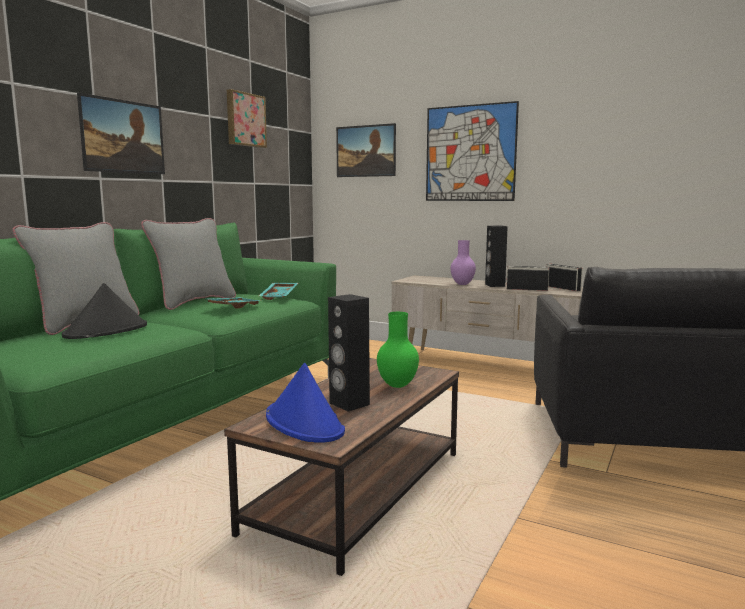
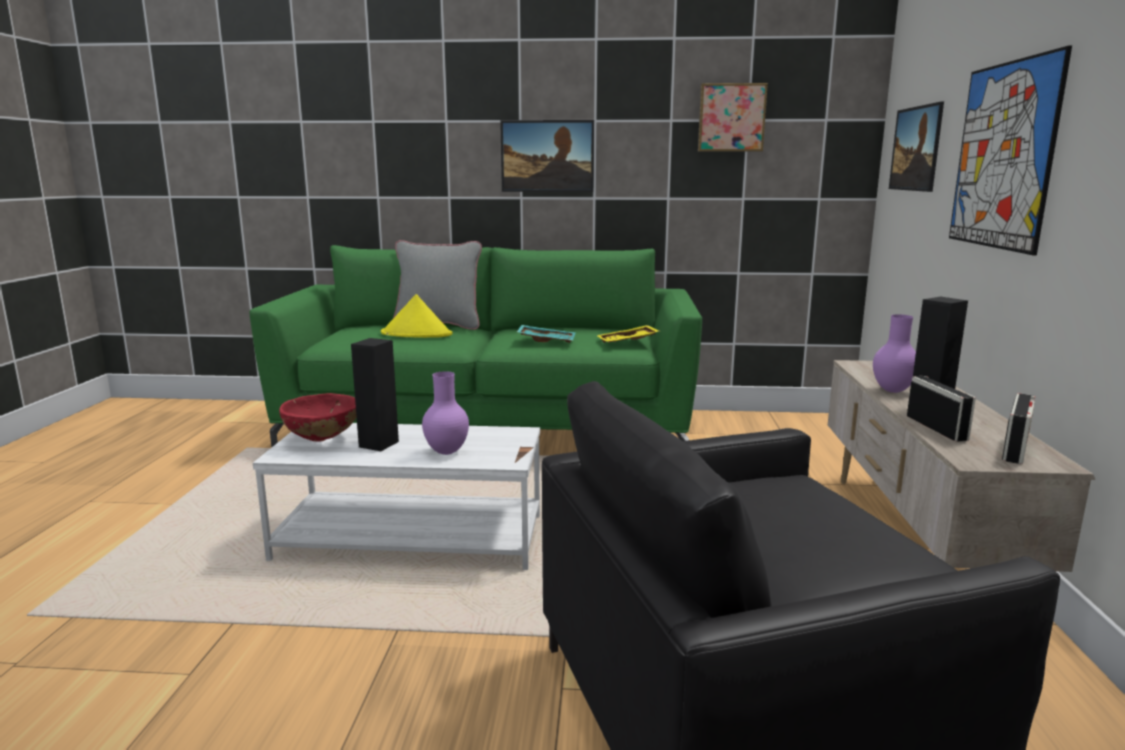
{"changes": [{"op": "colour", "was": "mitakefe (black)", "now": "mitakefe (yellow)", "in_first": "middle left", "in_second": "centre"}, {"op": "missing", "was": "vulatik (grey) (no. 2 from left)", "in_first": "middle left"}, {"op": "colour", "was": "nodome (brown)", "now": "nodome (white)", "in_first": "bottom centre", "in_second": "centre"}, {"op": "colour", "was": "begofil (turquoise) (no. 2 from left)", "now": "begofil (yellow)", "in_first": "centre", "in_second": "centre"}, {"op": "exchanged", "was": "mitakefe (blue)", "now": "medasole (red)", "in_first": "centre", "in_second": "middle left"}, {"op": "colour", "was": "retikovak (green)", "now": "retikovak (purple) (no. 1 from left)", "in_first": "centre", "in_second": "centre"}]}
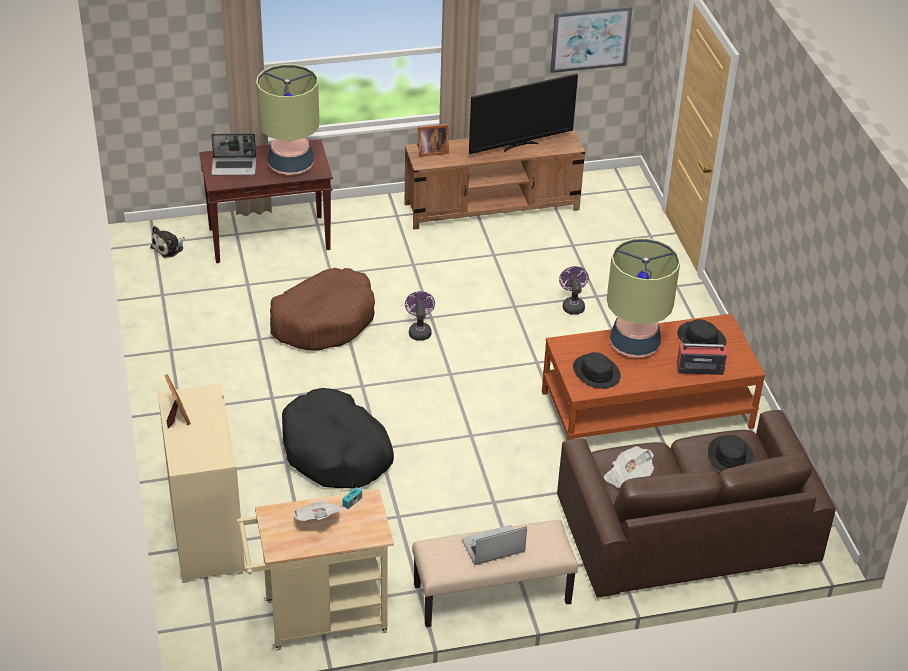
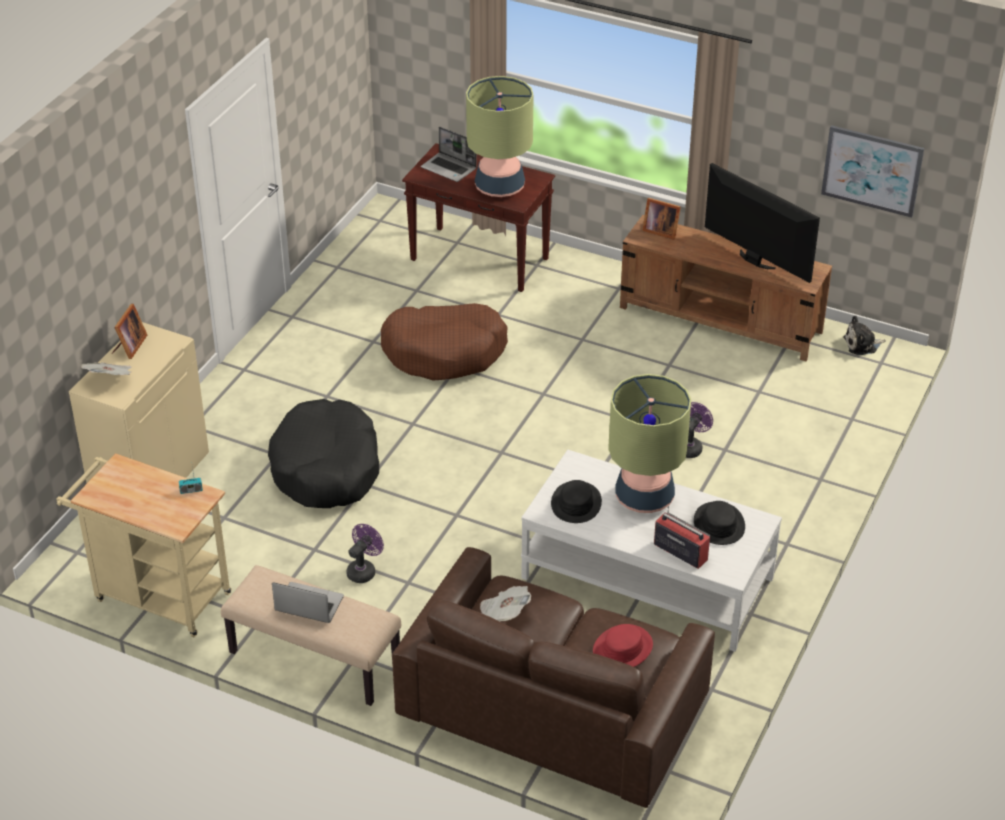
{"changes": [{"op": "relocated", "was": "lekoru", "in_first": "middle left", "in_second": "middle right"}, {"op": "relocated", "was": "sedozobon (no. 1 from left)", "in_first": "bottom centre", "in_second": "middle left"}, {"op": "relocated", "was": "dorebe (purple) (no. 1 from left)", "in_first": "centre", "in_second": "bottom centre"}, {"op": "spun", "was": "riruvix", "in_first": "top centre", "in_second": "top right", "clockwise": -150}, {"op": "colour", "was": "nodome (brown)", "now": "nodome (white)", "in_first": "middle right", "in_second": "bottom centre"}, {"op": "colour", "was": "mitakefe (black) (no. 3 from left)", "now": "mitakefe (red)", "in_first": "bottom right", "in_second": "bottom centre"}]}
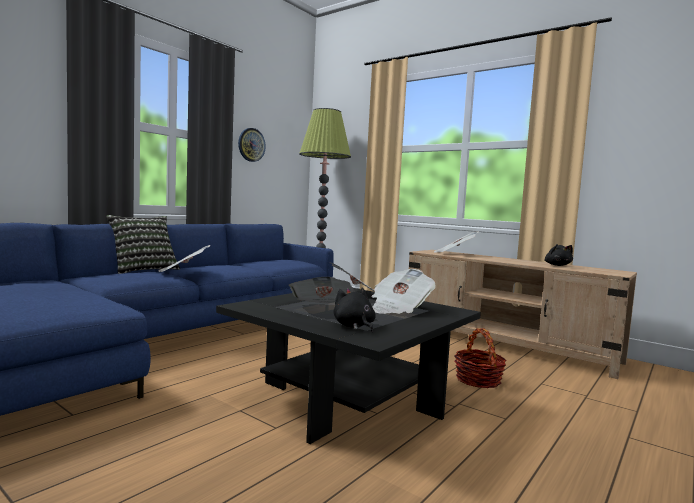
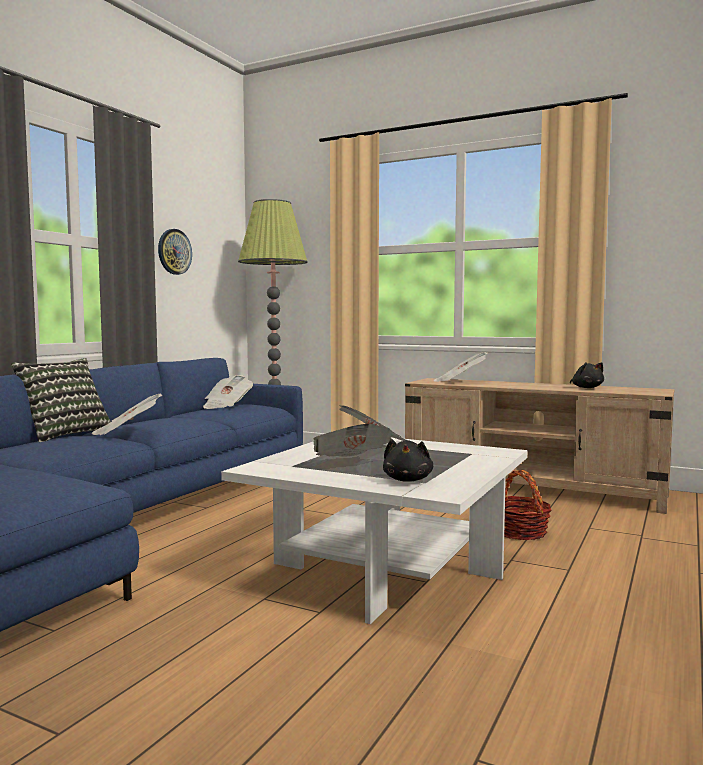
{"changes": [{"op": "colour", "was": "nodome (black)", "now": "nodome (white)", "in_first": "bottom centre", "in_second": "bottom centre"}, {"op": "spun", "was": "lekoru (black) (no. 1 from left)", "in_first": "centre", "in_second": "centre", "clockwise": -135}, {"op": "relocated", "was": "sedozobon (no. 4 from left in the first image)", "now": "sedozobon (no. 2 from left)", "in_first": "centre", "in_second": "middle left"}]}
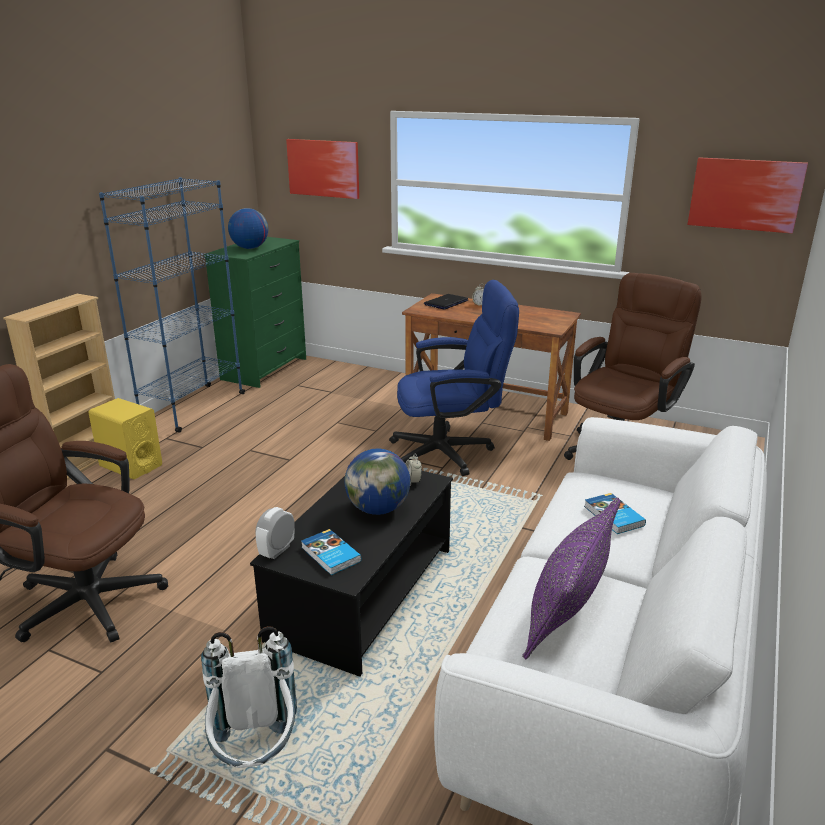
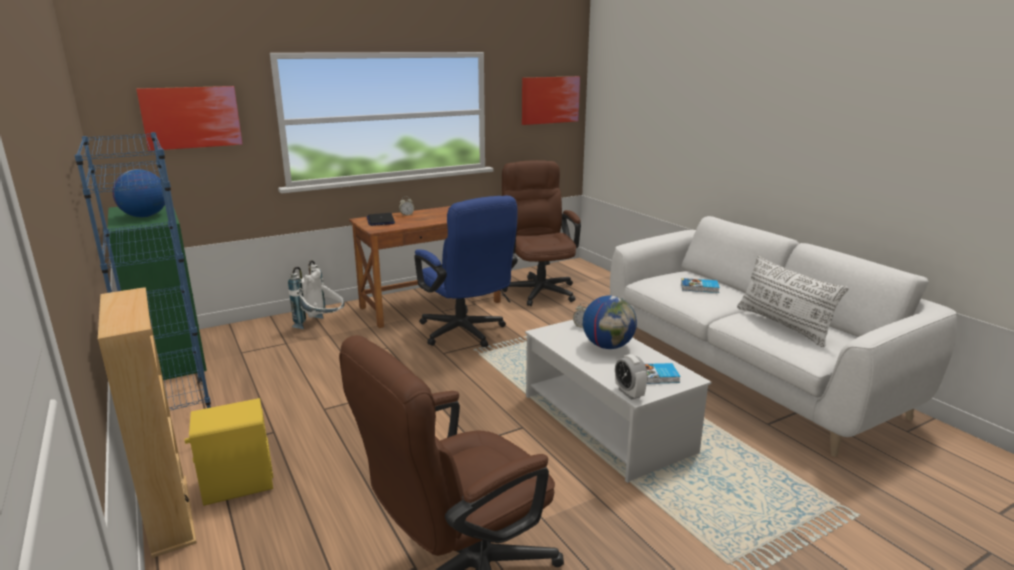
{"changes": [{"op": "relocated", "was": "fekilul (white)", "in_first": "bottom left", "in_second": "middle left"}, {"op": "colour", "was": "nodome (black)", "now": "nodome (white)", "in_first": "bottom centre", "in_second": "bottom centre"}, {"op": "spun", "was": "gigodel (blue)", "in_first": "centre", "in_second": "centre", "clockwise": 120}, {"op": "colour", "was": "vulatik (purple)", "now": "vulatik (white)", "in_first": "bottom right", "in_second": "middle right"}]}
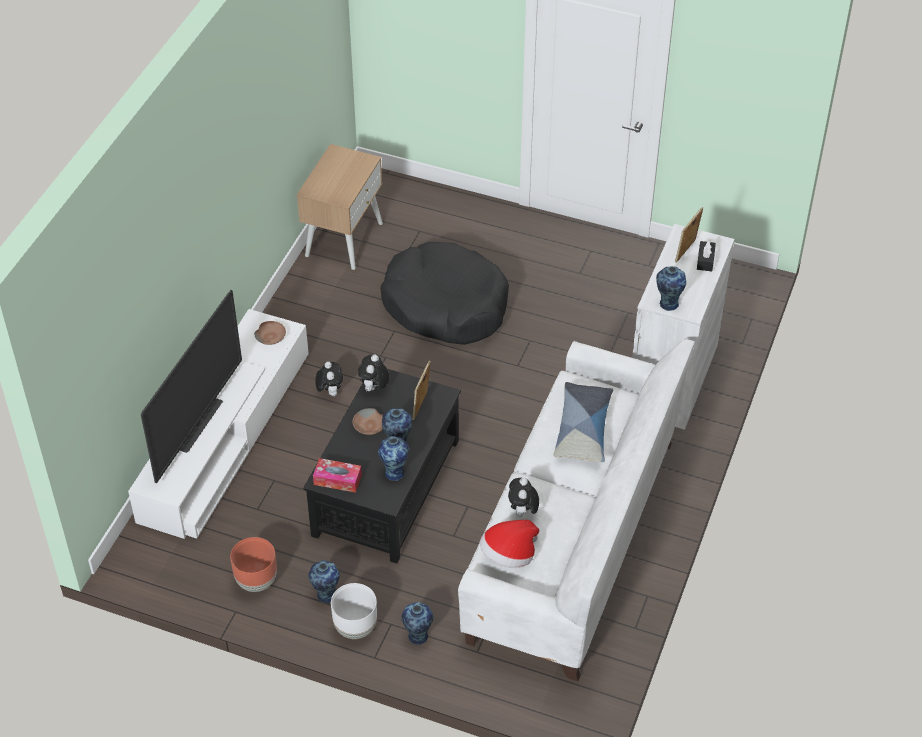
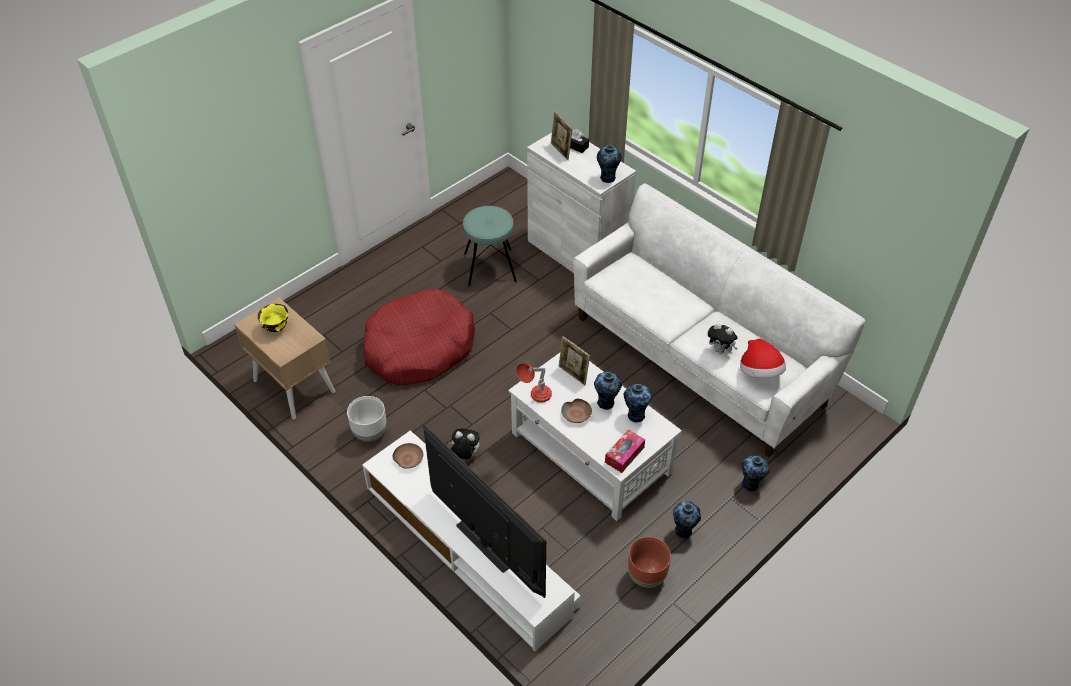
{"changes": [{"op": "colour", "was": "nodome (black)", "now": "nodome (white)", "in_first": "centre", "in_second": "centre"}, {"op": "relocated", "was": "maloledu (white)", "in_first": "bottom centre", "in_second": "centre"}, {"op": "exchanged", "was": "lekoru (no. 2 from left)", "now": "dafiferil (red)", "in_first": "centre", "in_second": "centre"}, {"op": "colour", "was": "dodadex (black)", "now": "dodadex (red)", "in_first": "centre", "in_second": "centre"}, {"op": "missing", "was": "vulatik", "in_first": "centre"}, {"op": "appeared", "now": "medasole (yellow)", "in_second": "middle left"}, {"op": "appeared", "now": "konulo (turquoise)", "in_second": "centre"}]}
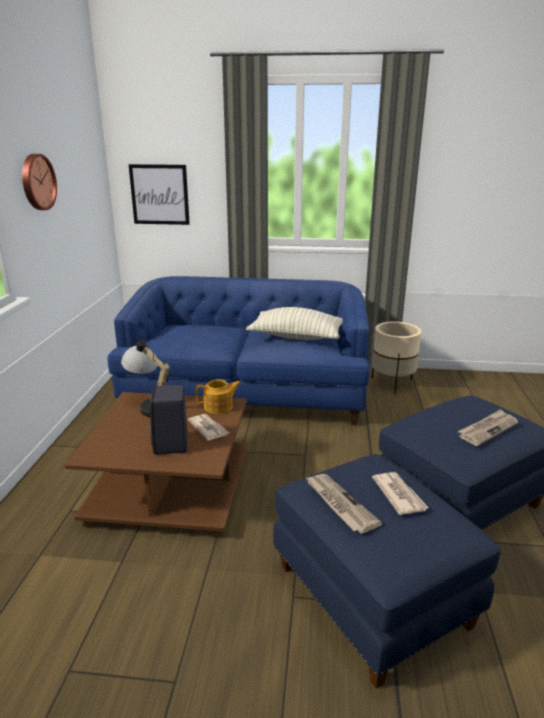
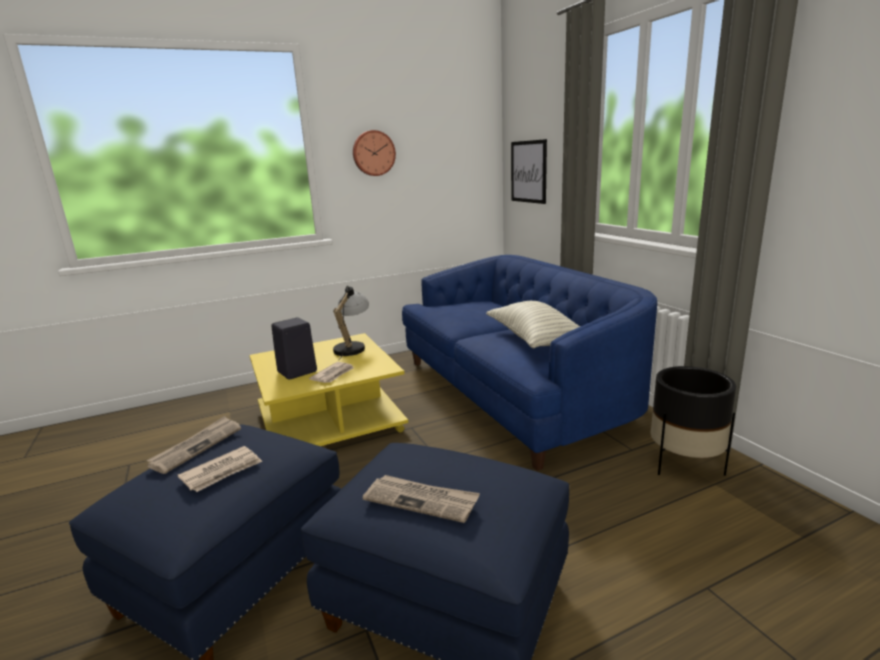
{"changes": [{"op": "colour", "was": "nodome (brown)", "now": "nodome (yellow)", "in_first": "middle left", "in_second": "centre"}, {"op": "missing", "was": "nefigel", "in_first": "centre"}, {"op": "colour", "was": "maloledu (beige)", "now": "maloledu (black)", "in_first": "middle right", "in_second": "middle right"}]}
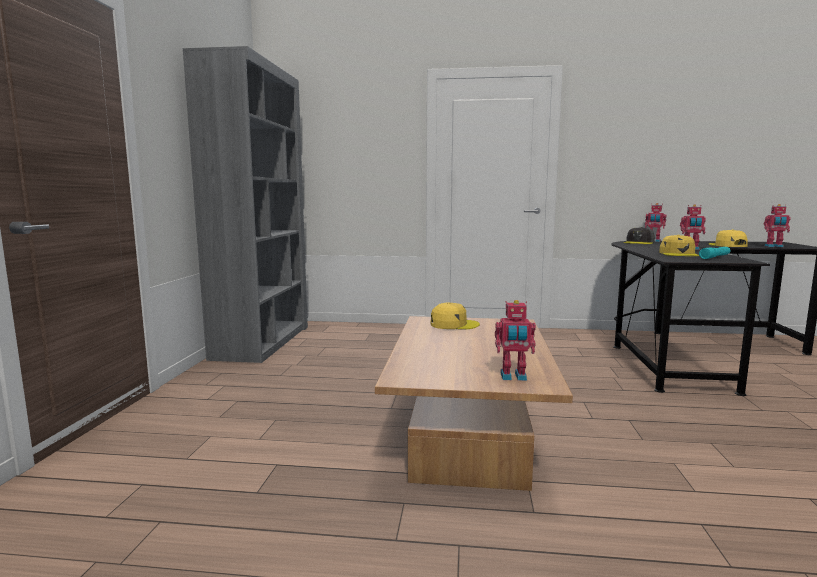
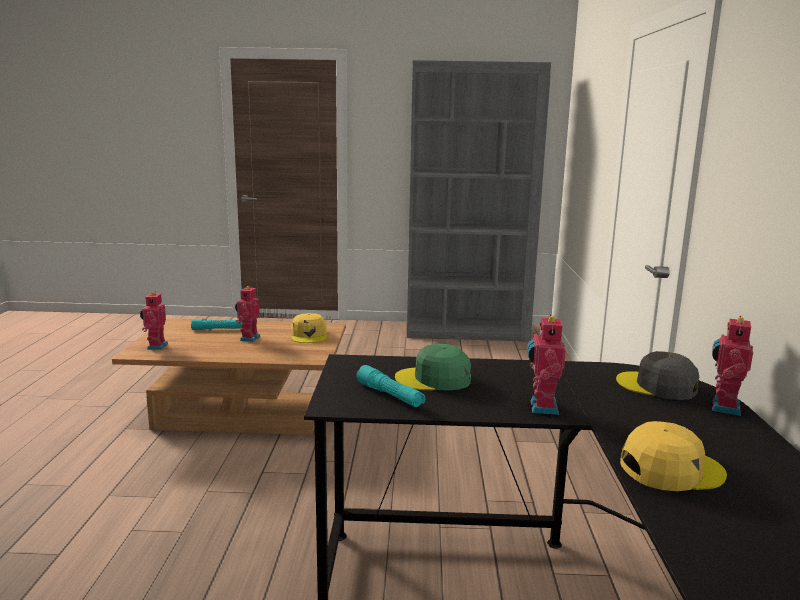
{"changes": [{"op": "colour", "was": "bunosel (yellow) (no. 2 from left)", "now": "bunosel (green)", "in_first": "middle right", "in_second": "centre"}, {"op": "relocated", "was": "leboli (no. 4 from left in the first image)", "now": "leboli (no. 2 from left)", "in_first": "middle right", "in_second": "middle left"}, {"op": "appeared", "now": "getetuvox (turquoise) (no. 1 from left)", "in_second": "middle left"}]}
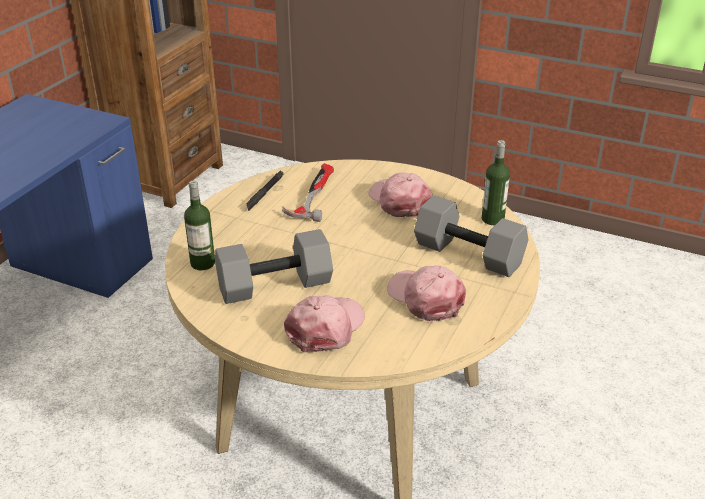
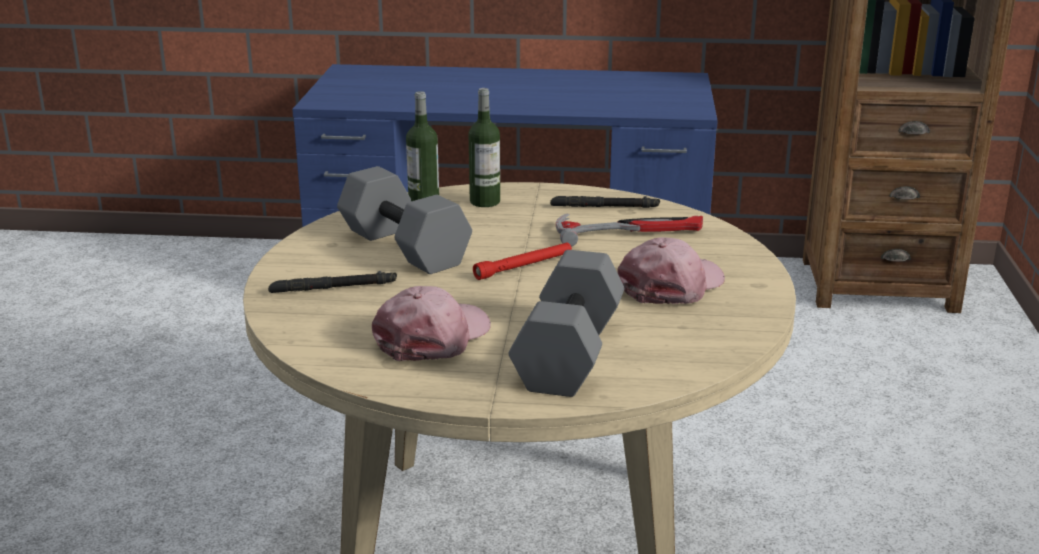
{"changes": [{"op": "exchanged", "was": "bunosel (pink) (no. 1 from left)", "now": "getetuvox (black) (no. 1 from left)", "in_first": "centre", "in_second": "middle left"}, {"op": "relocated", "was": "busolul (no. 2 from left)", "in_first": "middle right", "in_second": "top centre"}, {"op": "appeared", "now": "getetuvox (red)", "in_second": "centre"}]}
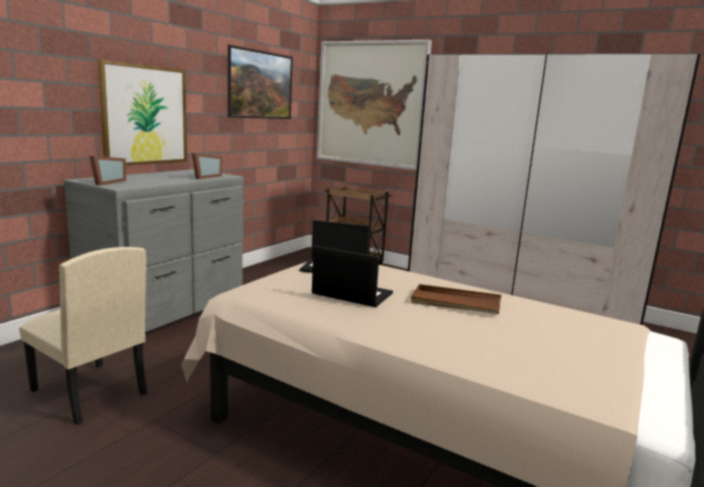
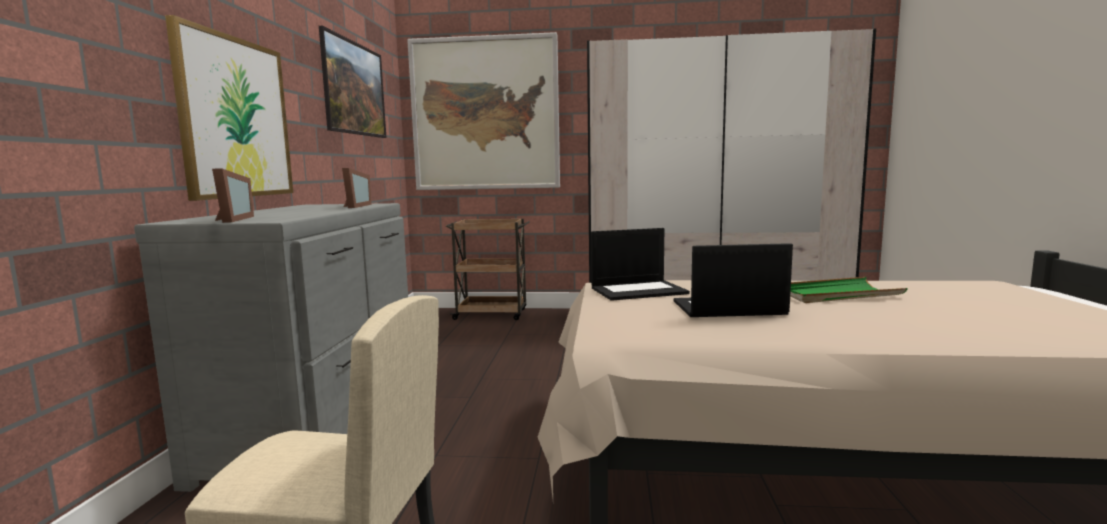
{"changes": [{"op": "colour", "was": "begofil (brown)", "now": "begofil (green)", "in_first": "centre", "in_second": "middle right"}]}
